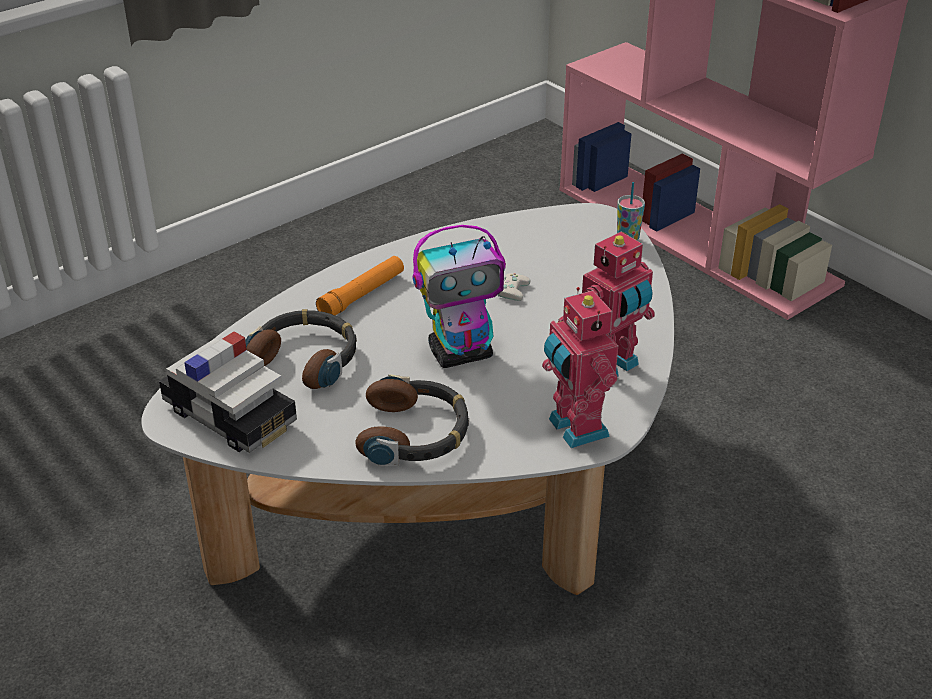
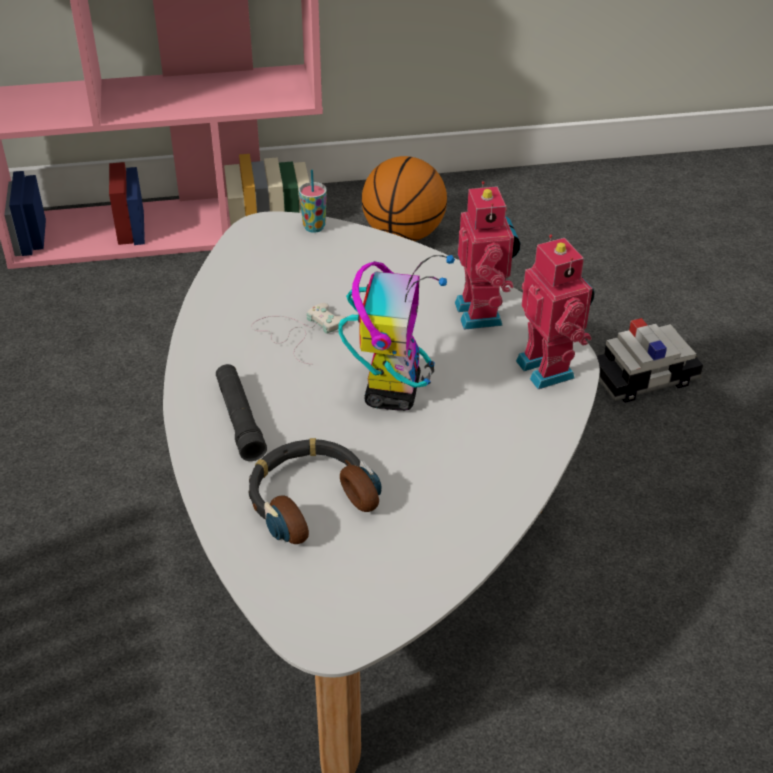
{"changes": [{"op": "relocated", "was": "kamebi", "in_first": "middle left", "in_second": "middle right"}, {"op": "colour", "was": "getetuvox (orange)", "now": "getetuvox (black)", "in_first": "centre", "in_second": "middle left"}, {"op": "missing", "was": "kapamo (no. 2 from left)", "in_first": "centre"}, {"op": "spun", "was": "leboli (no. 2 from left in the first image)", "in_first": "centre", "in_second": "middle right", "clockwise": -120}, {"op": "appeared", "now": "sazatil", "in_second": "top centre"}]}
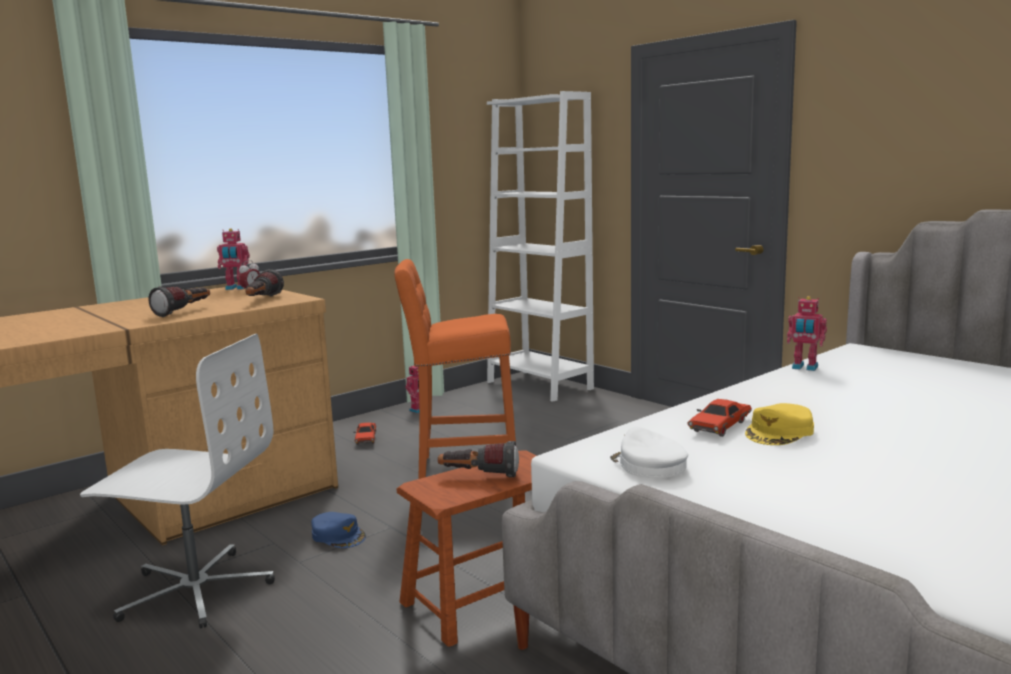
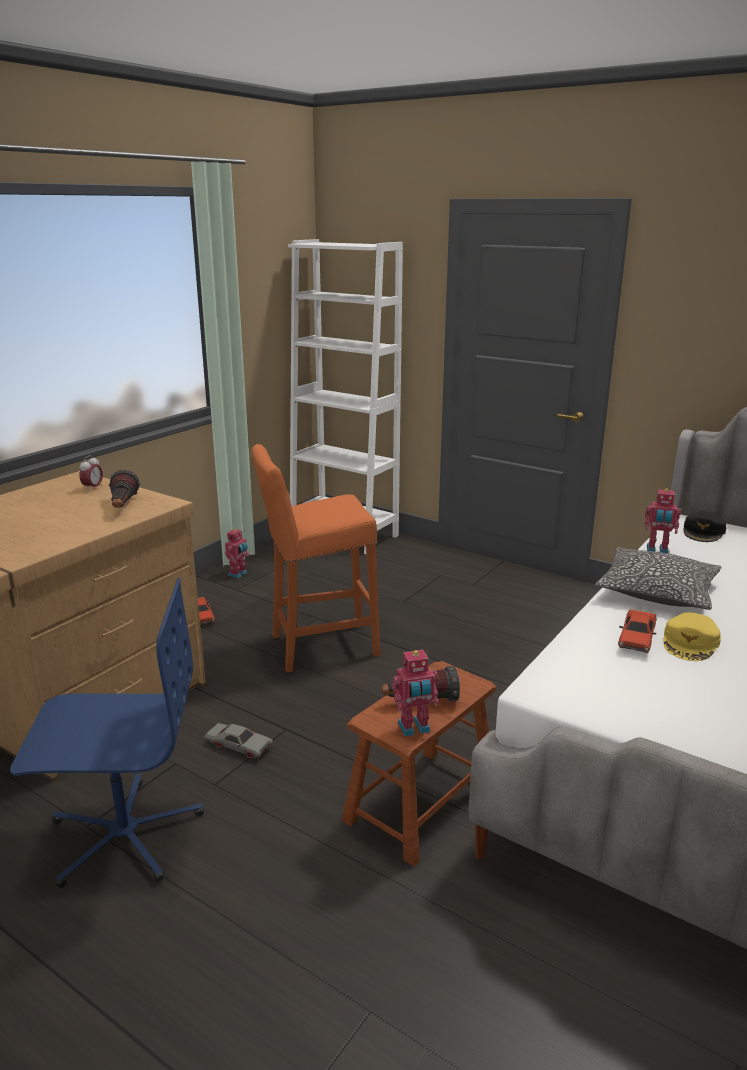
{"changes": [{"op": "colour", "was": "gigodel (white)", "now": "gigodel (blue)", "in_first": "bottom left", "in_second": "bottom left"}, {"op": "missing", "was": "getetuvox (no. 1 from left)", "in_first": "middle left"}, {"op": "relocated", "was": "leboli (no. 1 from left in the first image)", "now": "leboli (no. 2 from left)", "in_first": "middle left", "in_second": "centre"}, {"op": "exchanged", "was": "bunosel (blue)", "now": "kamebi (grey)", "in_first": "bottom centre", "in_second": "bottom left"}, {"op": "missing", "was": "bunosel (white)", "in_first": "bottom centre"}, {"op": "appeared", "now": "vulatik", "in_second": "middle right"}, {"op": "appeared", "now": "bunosel (black)", "in_second": "middle right"}]}
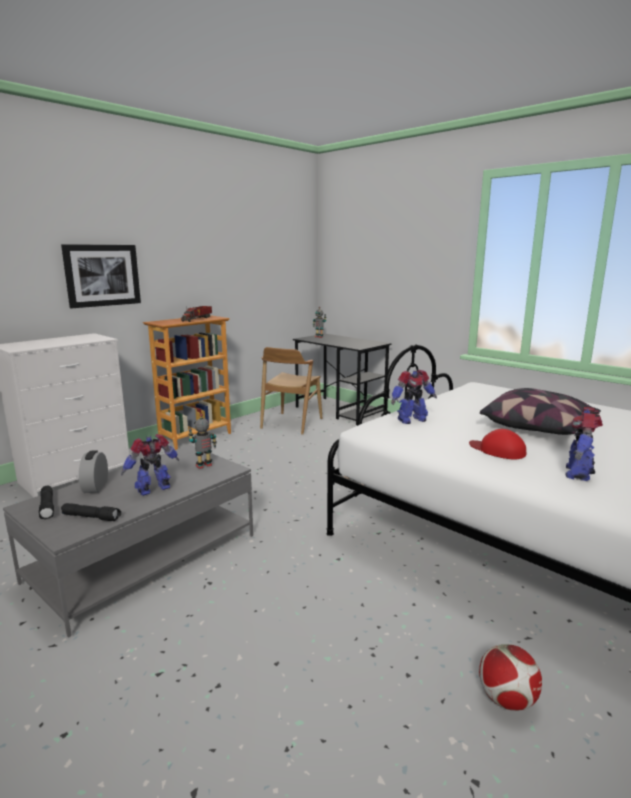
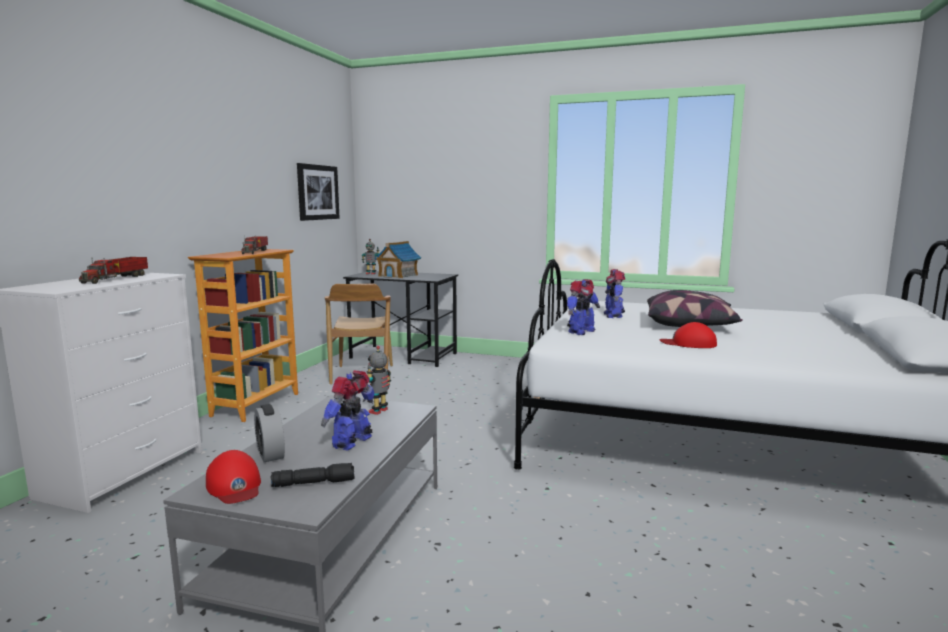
{"changes": [{"op": "exchanged", "was": "getetuvox (black) (no. 1 from left)", "now": "bunosel (red) (no. 1 from left)", "in_first": "middle left", "in_second": "bottom left"}, {"op": "relocated", "was": "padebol", "in_first": "middle left", "in_second": "top centre"}, {"op": "missing", "was": "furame", "in_first": "bottom right"}, {"op": "relocated", "was": "leboli (no. 5 from left)", "in_first": "middle right", "in_second": "centre"}, {"op": "appeared", "now": "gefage (no. 1 from left)", "in_second": "middle left"}, {"op": "appeared", "now": "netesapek", "in_second": "centre"}]}
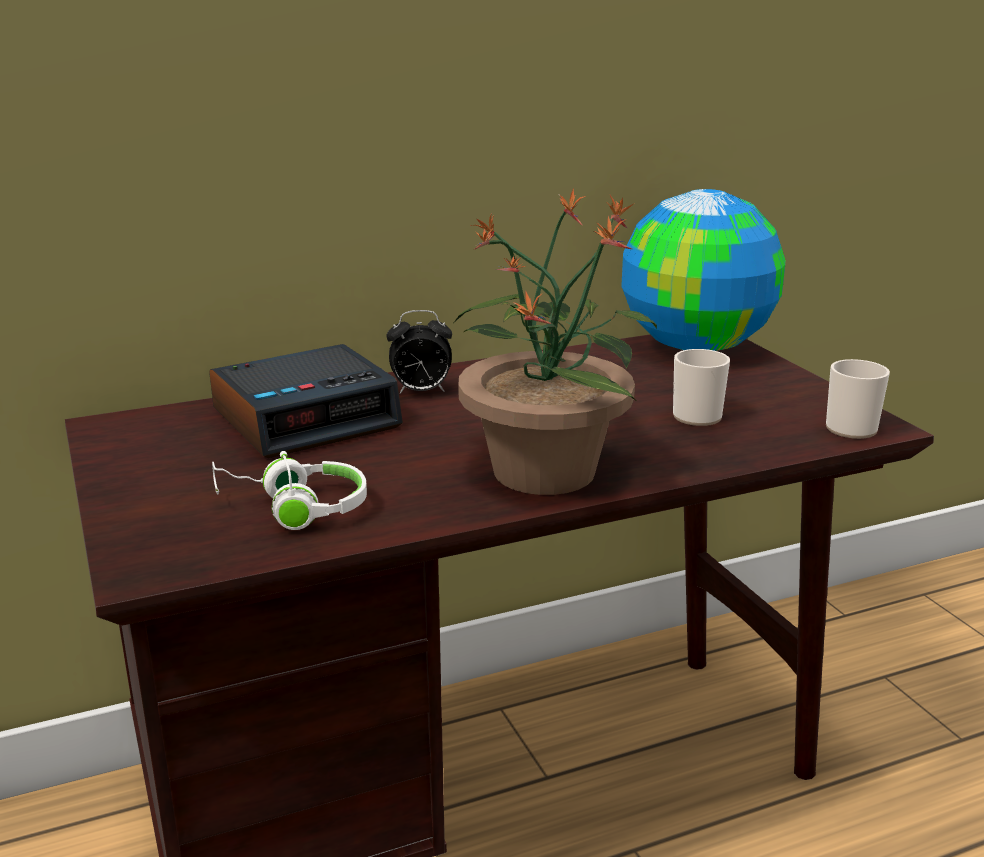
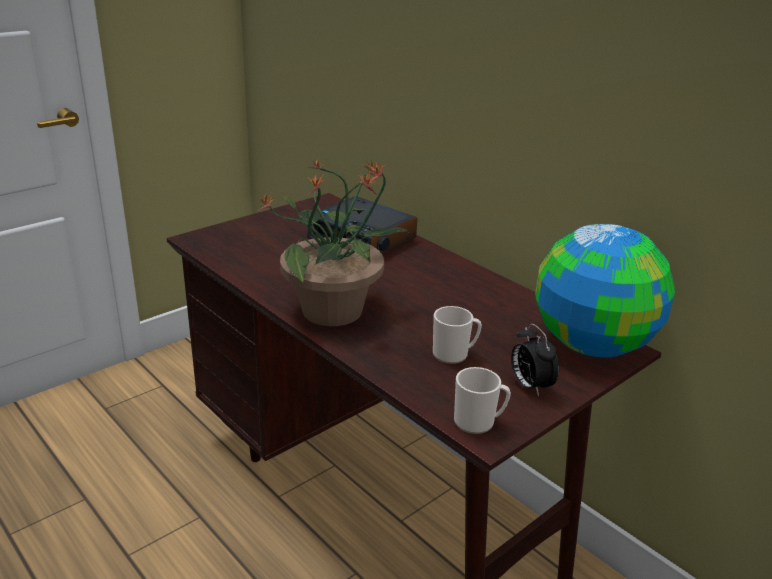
{"changes": [{"op": "missing", "was": "kapamo (white)", "in_first": "middle left"}, {"op": "relocated", "was": "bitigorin (no. 2 from left)", "in_first": "centre", "in_second": "middle right"}]}
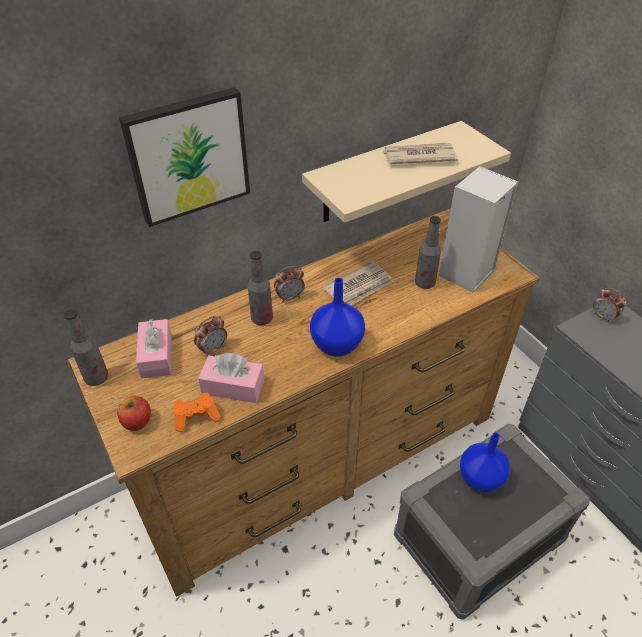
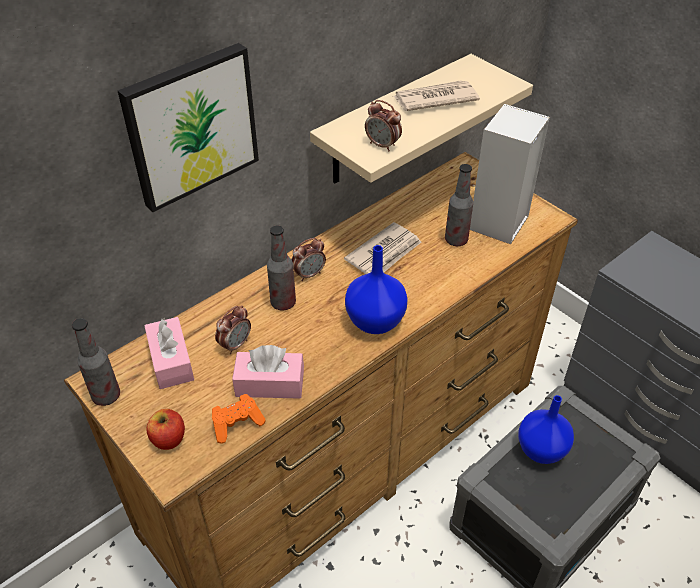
{"changes": [{"op": "relocated", "was": "bitigorin (no. 3 from left)", "in_first": "middle right", "in_second": "top centre"}]}
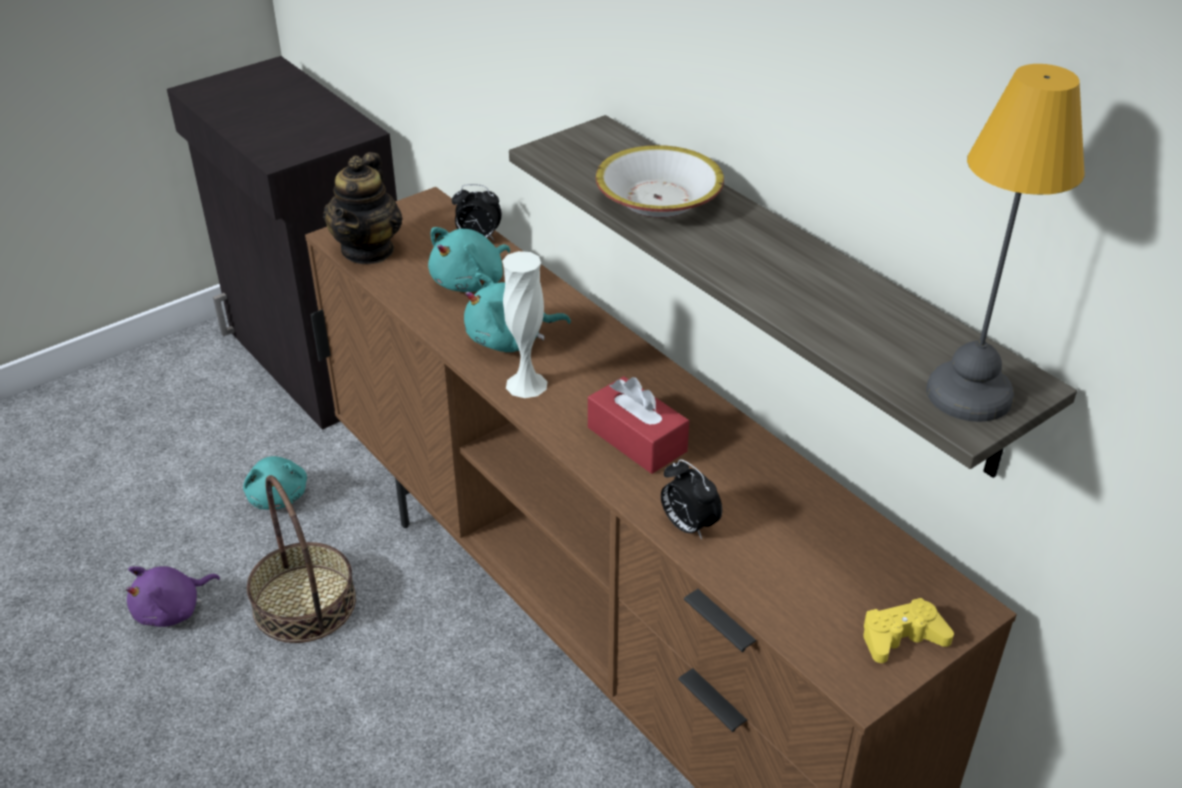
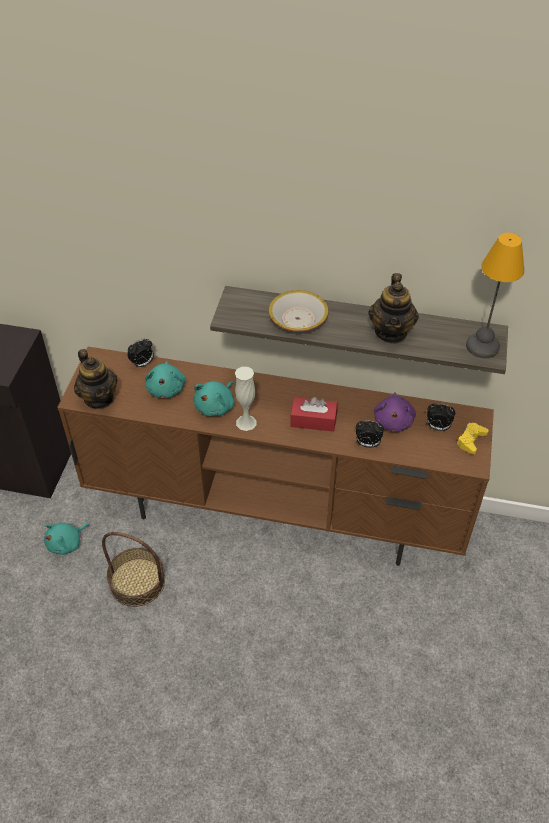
{"changes": [{"op": "relocated", "was": "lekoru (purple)", "in_first": "bottom left", "in_second": "middle right"}, {"op": "spun", "was": "lekoru (turquoise) (no. 1 from left)", "in_first": "middle left", "in_second": "middle left", "clockwise": 105}, {"op": "appeared", "now": "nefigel (no. 2 from left)", "in_second": "middle right"}, {"op": "appeared", "now": "bitigorin (no. 3 from left)", "in_second": "middle right"}]}
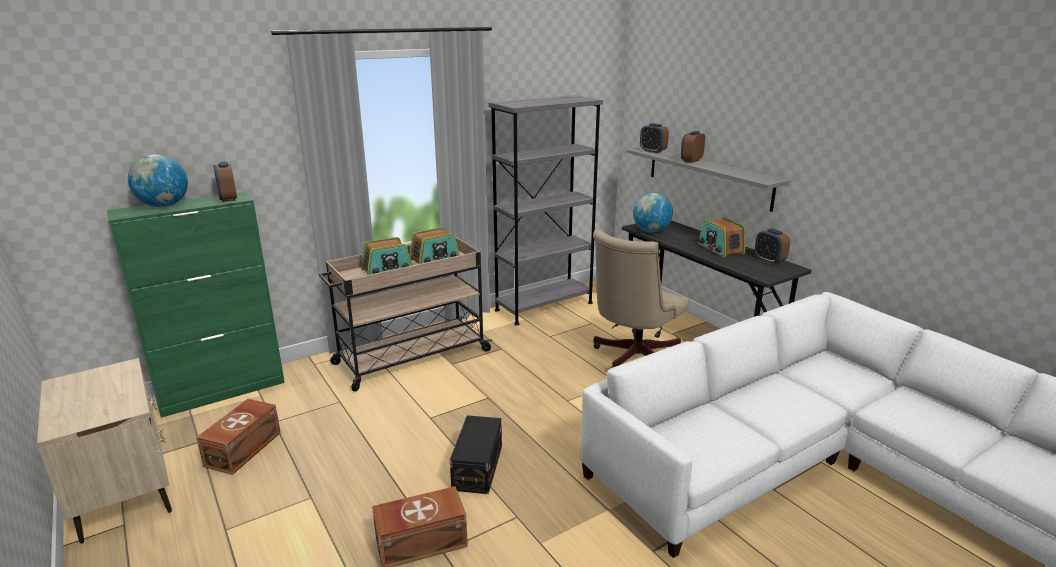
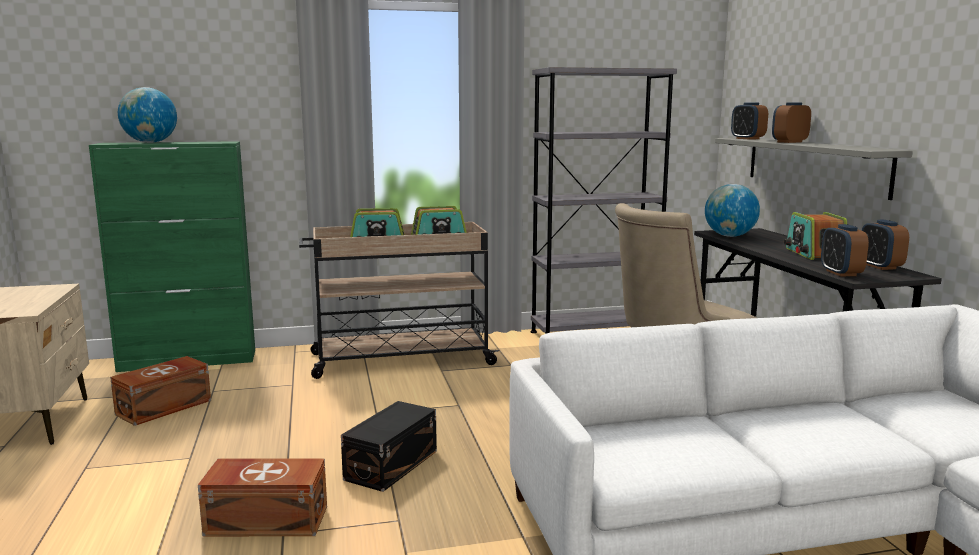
{"changes": [{"op": "relocated", "was": "bitigorin (no. 1 from left in the first image)", "now": "bitigorin (no. 3 from left)", "in_first": "top left", "in_second": "middle right"}]}
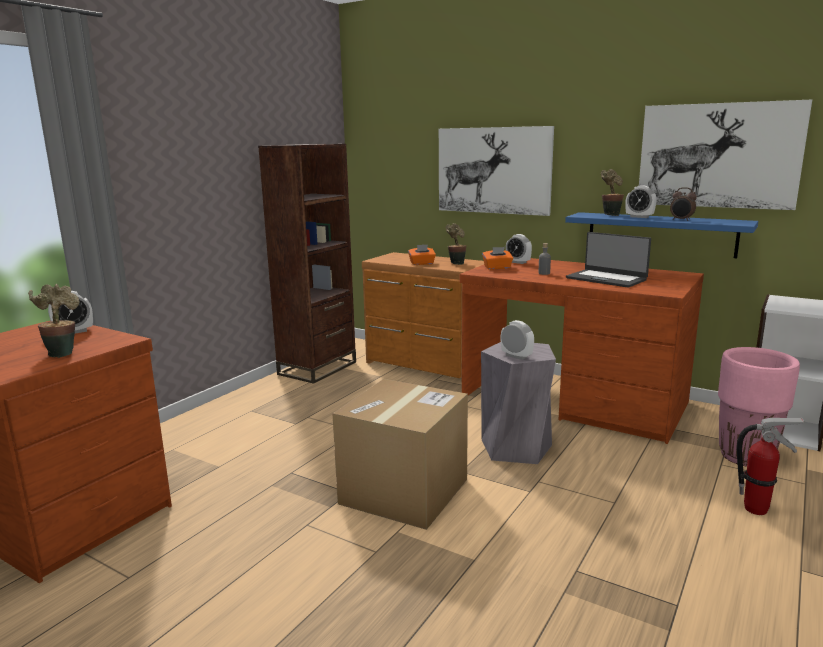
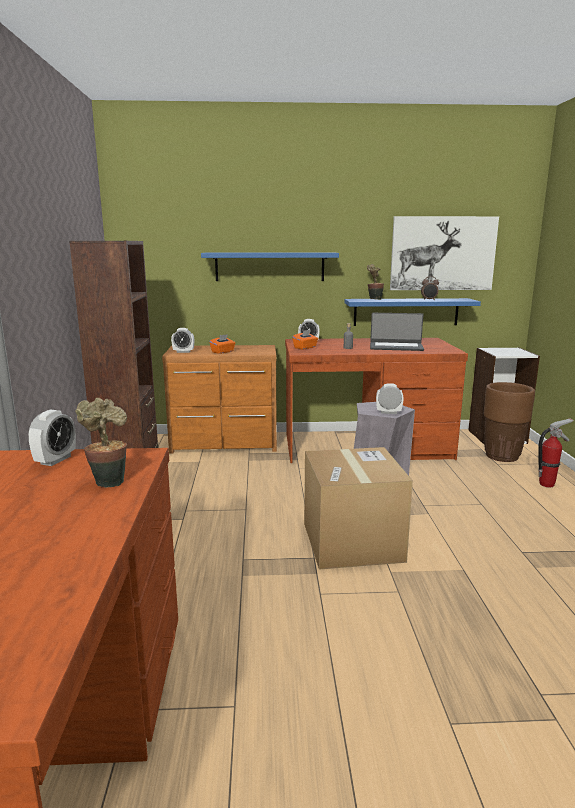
{"changes": [{"op": "exchanged", "was": "padebol (no. 1 from left)", "now": "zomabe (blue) (no. 1 from left)", "in_first": "top centre", "in_second": "top centre"}, {"op": "missing", "was": "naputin (no. 2 from left)", "in_first": "centre"}, {"op": "relocated", "was": "bitigorin (no. 4 from left in the first image)", "now": "bitigorin (no. 2 from left)", "in_first": "top right", "in_second": "middle left"}, {"op": "colour", "was": "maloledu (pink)", "now": "maloledu (brown)", "in_first": "middle right", "in_second": "middle right"}]}
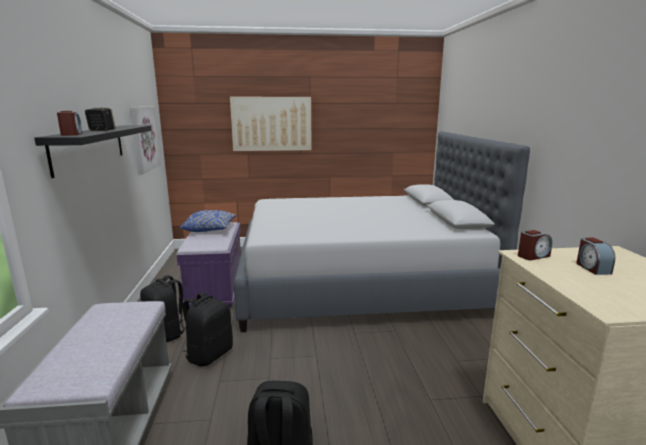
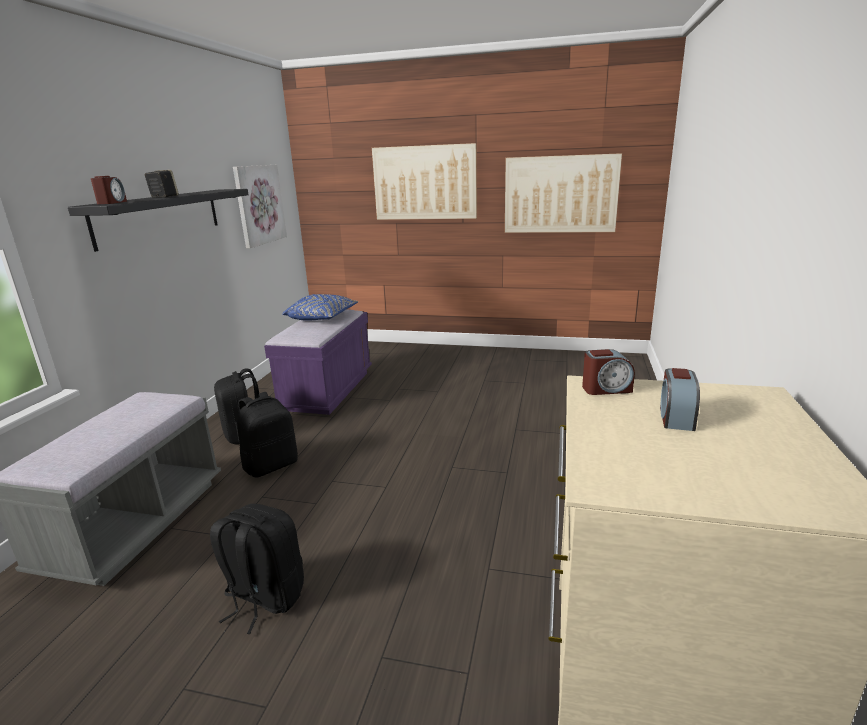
{"changes": [{"op": "missing", "was": "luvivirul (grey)", "in_first": "centre"}, {"op": "appeared", "now": "padebol (no. 3 from left)", "in_second": "top centre"}]}
